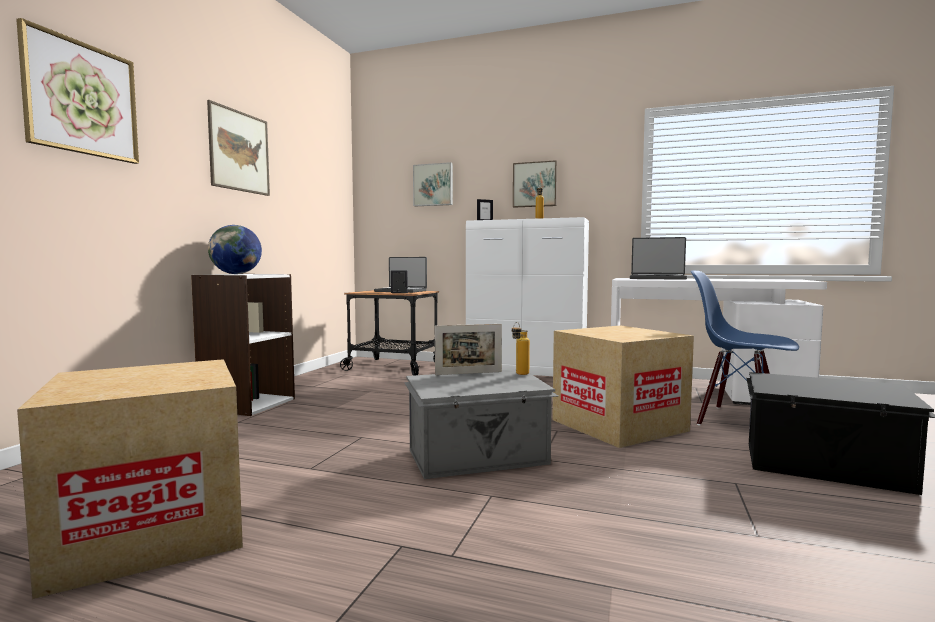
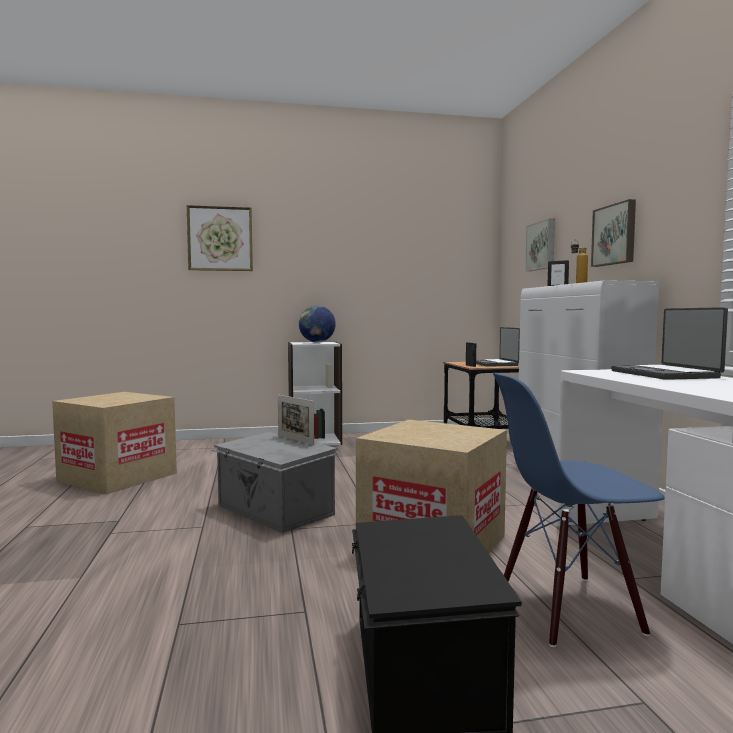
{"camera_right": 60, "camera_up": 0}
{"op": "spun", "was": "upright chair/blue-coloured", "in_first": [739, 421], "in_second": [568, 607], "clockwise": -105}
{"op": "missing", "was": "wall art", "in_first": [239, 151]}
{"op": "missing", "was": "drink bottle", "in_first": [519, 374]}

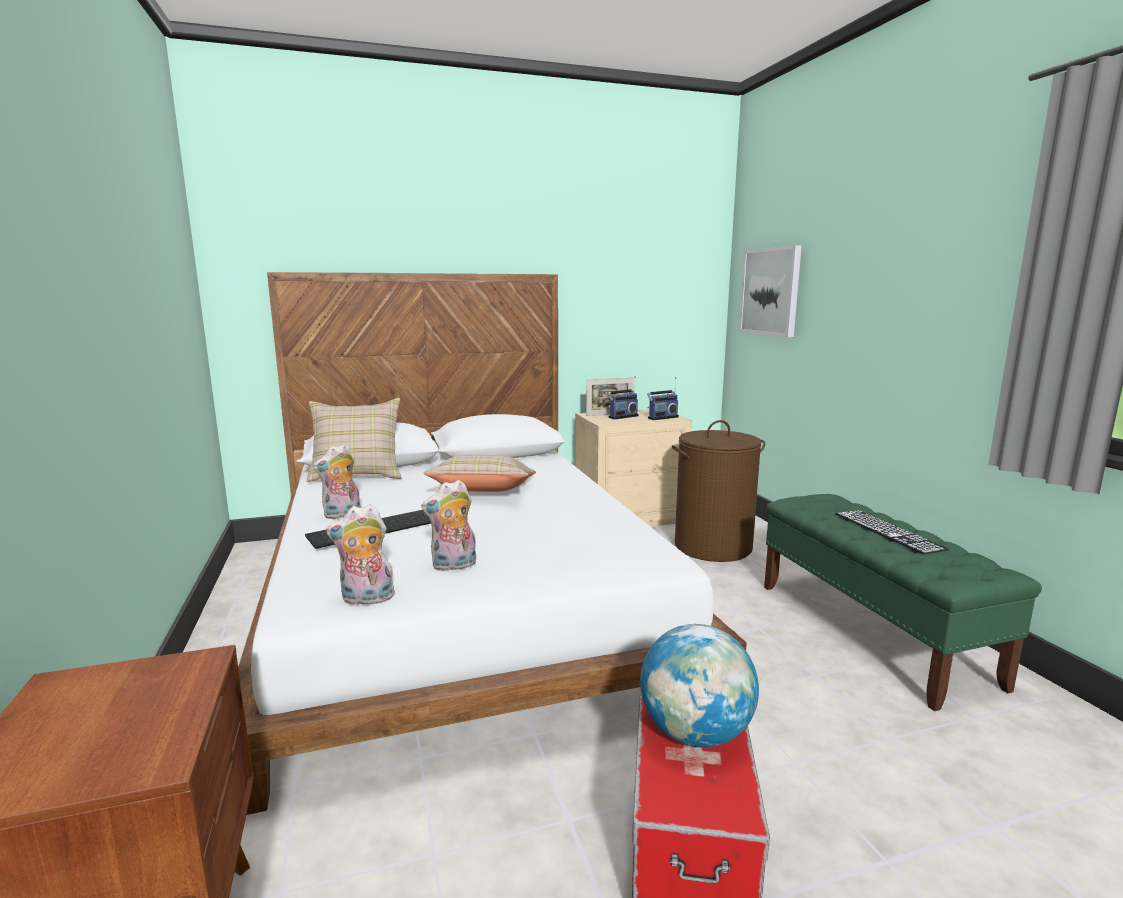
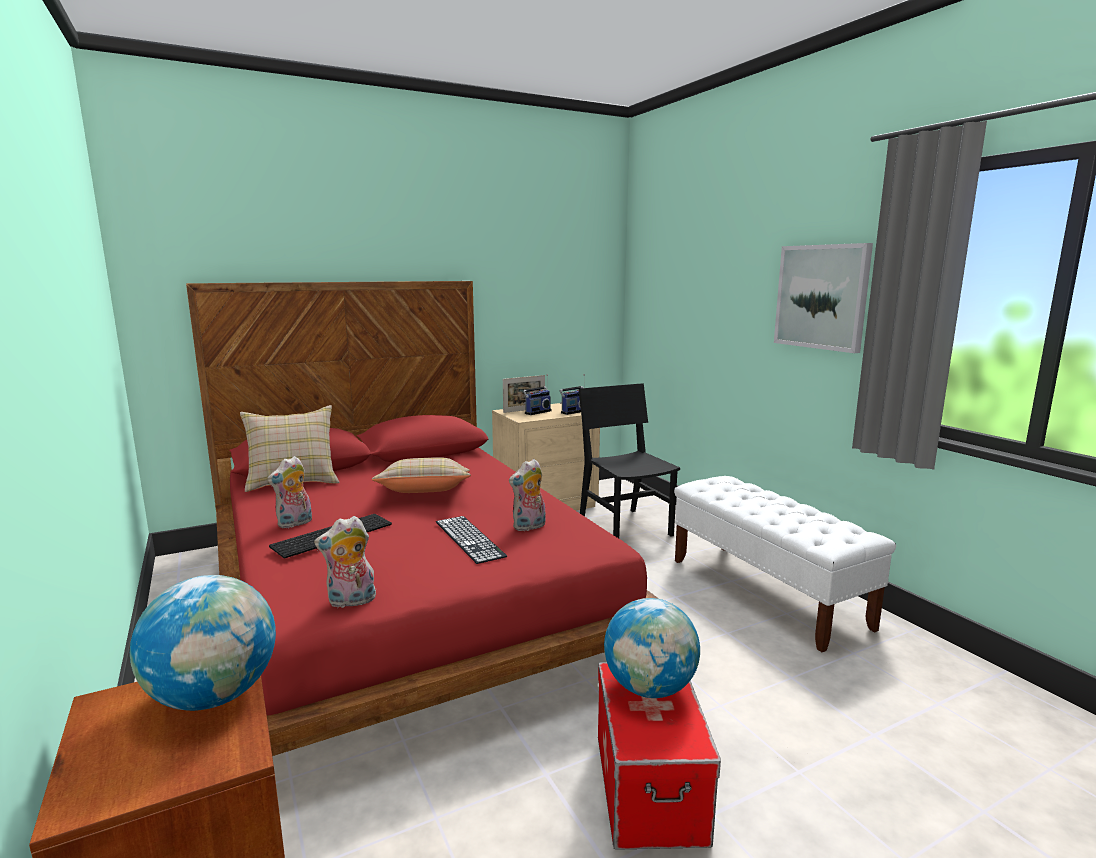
{"camera_right": -10, "camera_up": 0}
{"op": "appeared", "now": "desk globe", "in_second": [214, 696]}
{"op": "colour", "was": "bed/whitish", "now": "bed/red-coloured", "in_first": [462, 603], "in_second": [406, 597]}
{"op": "relocated", "was": "computer keyboard", "in_first": [888, 531], "in_second": [469, 538]}
{"op": "relocated", "was": "plush toy", "in_first": [453, 566], "in_second": [529, 527]}
{"op": "exchanged", "was": "hamper/brown", "now": "upright chair/blackish", "in_first": [713, 546], "in_second": [625, 527]}
{"op": "colour", "was": "indoor bench/green", "now": "indoor bench/whitish", "in_first": [871, 632], "in_second": [766, 592]}
{"op": "relocated", "was": "wall art", "in_first": [770, 291], "in_second": [821, 297]}

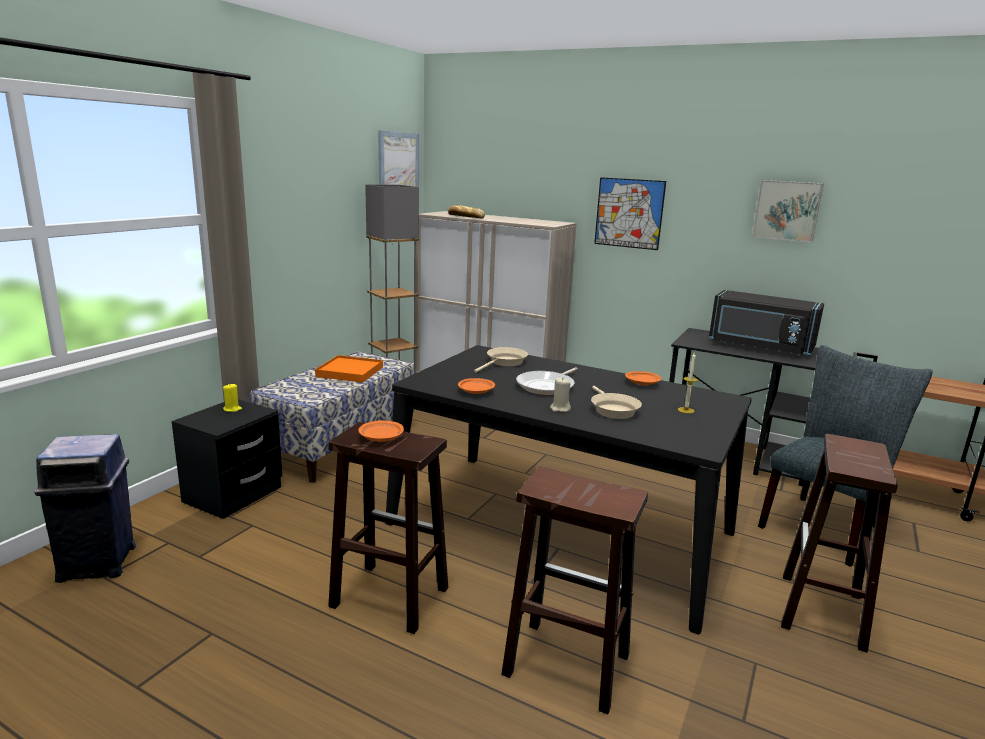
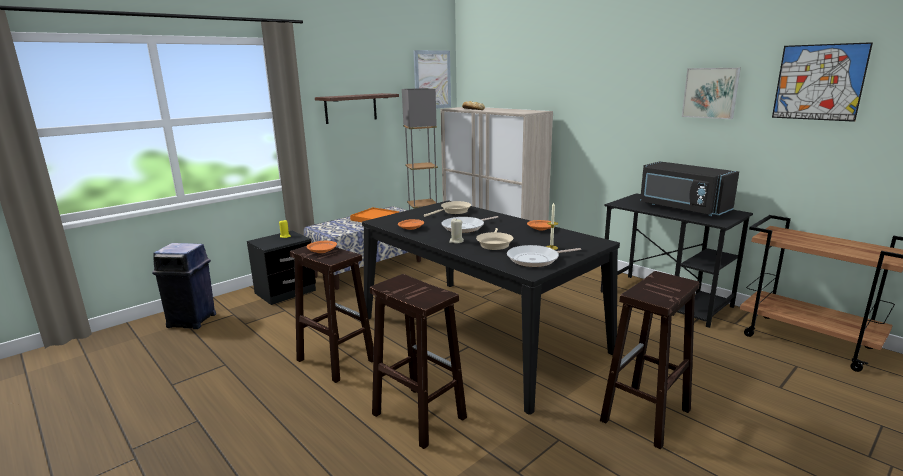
{"camera_right": 20, "camera_up": 0}
{"op": "appeared", "now": "bracket shelf", "in_second": [351, 108]}
{"op": "appeared", "now": "skillet", "in_second": [536, 259]}
{"op": "relocated", "was": "wall art", "in_first": [629, 213], "in_second": [819, 82]}
{"op": "missing", "was": "upright chair/greyish", "in_first": [824, 525]}

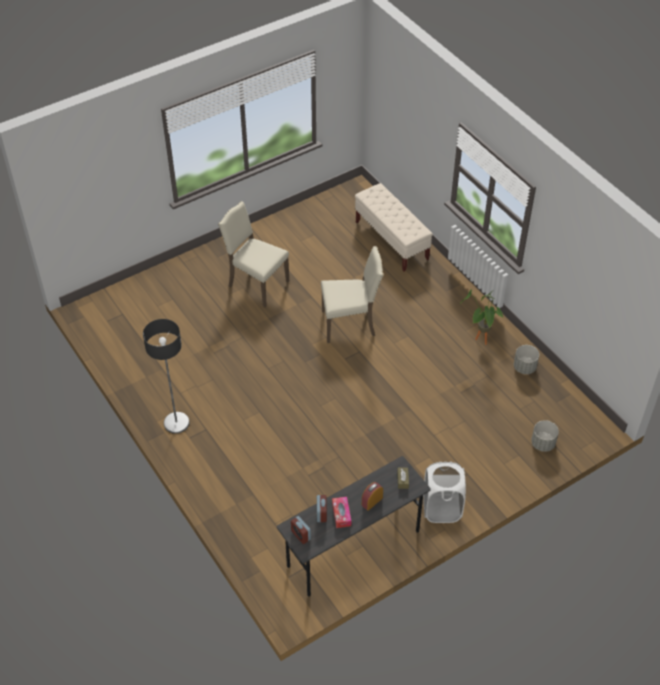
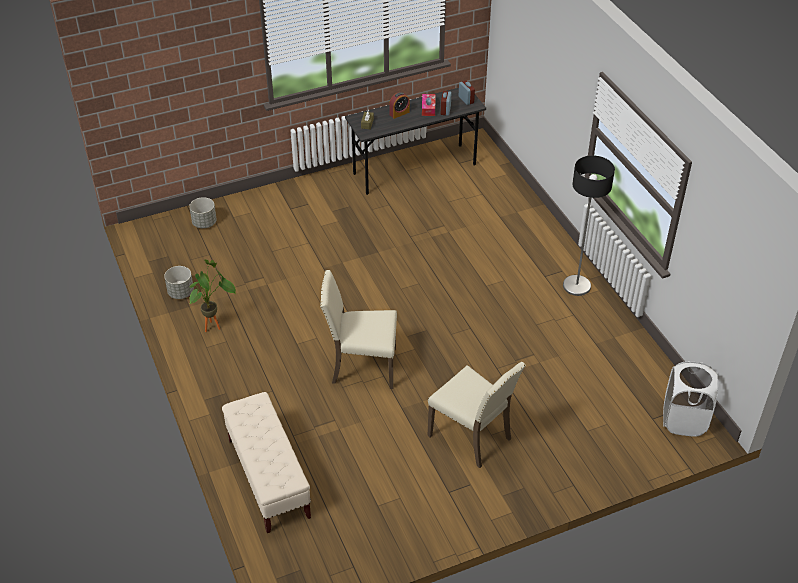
{"camera_right": -170, "camera_up": -5}
{"op": "relocated", "was": "hamper/whitish", "in_first": [441, 509], "in_second": [684, 420]}

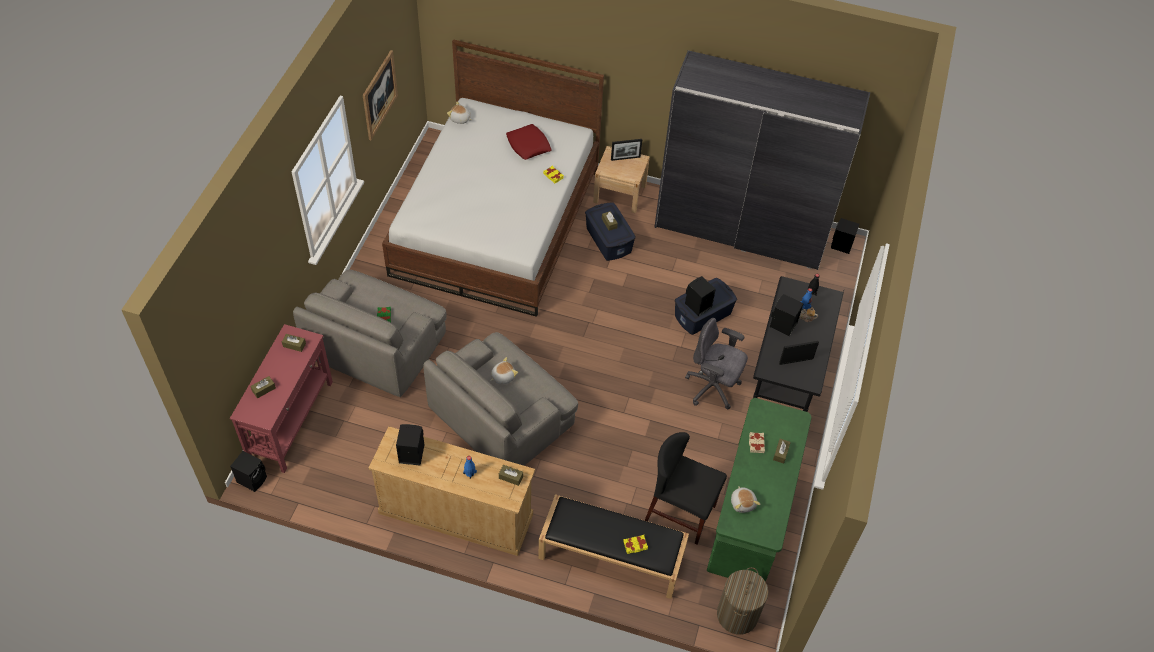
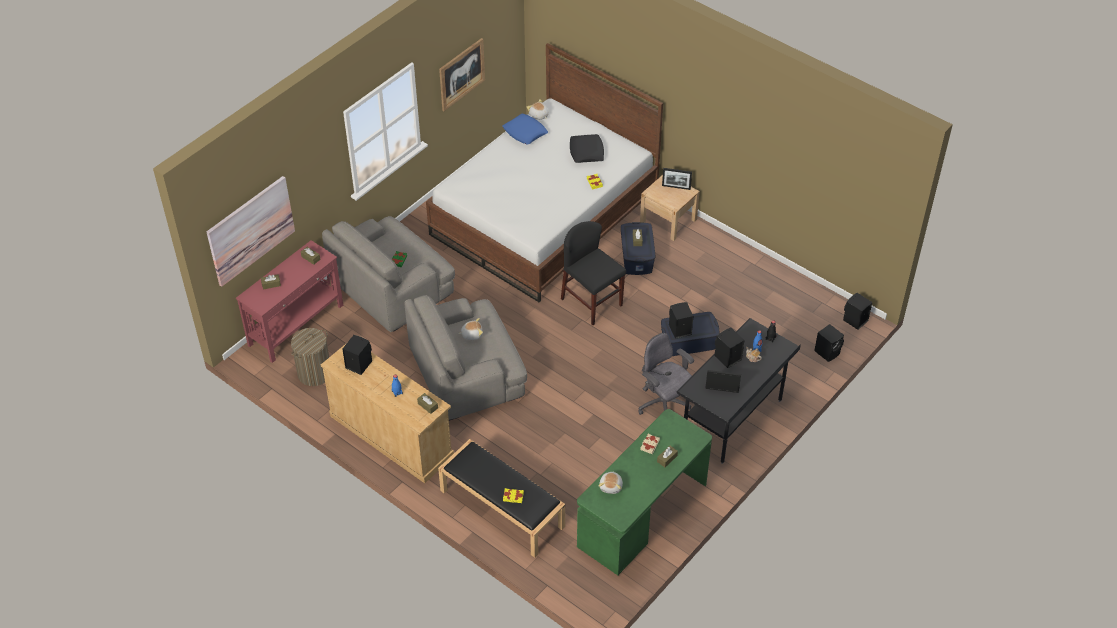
{"camera_right": 25, "camera_up": -5}
{"op": "appeared", "now": "wall art", "in_second": [250, 230]}
{"op": "relocated", "was": "hamper", "in_first": [737, 615], "in_second": [314, 373]}
{"op": "appeared", "now": "cushion/blue-coloured", "in_second": [525, 132]}
{"op": "relocated", "was": "upright chair/blackish", "in_first": [680, 513], "in_second": [591, 302]}
{"op": "colour", "was": "cushion/red-coloured", "now": "cushion/blackish", "in_first": [528, 145], "in_second": [586, 152]}
{"op": "relocated", "was": "loudspeaker/blackish", "in_first": [253, 479], "in_second": [828, 352]}
{"op": "missing", "was": "clothes cupboard/greyish", "in_first": [741, 229]}

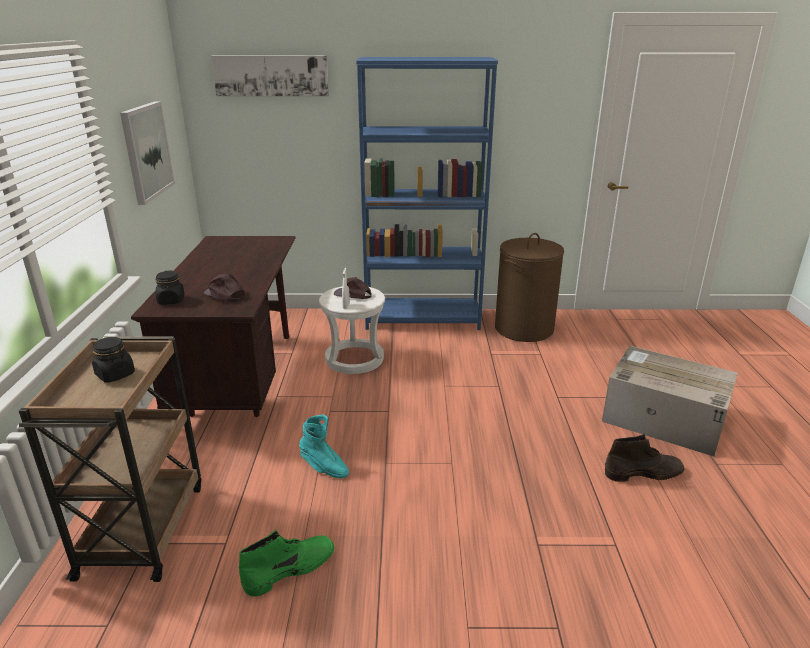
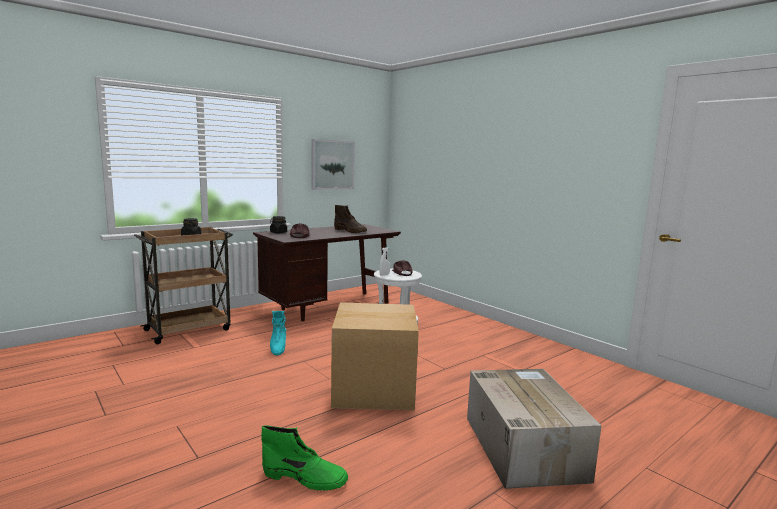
{"camera_right": 50, "camera_up": -15}
{"op": "relocated", "was": "tall boot/green", "in_first": [290, 569], "in_second": [305, 478]}
{"op": "appeared", "now": "cardboard box", "in_second": [373, 389]}
{"op": "relocated", "was": "tall boot/brown", "in_first": [643, 473], "in_second": [350, 231]}
{"op": "missing", "was": "wall art", "in_first": [271, 75]}
{"op": "missing", "was": "bookcase/blue-coloured", "in_first": [423, 319]}
{"op": "missing", "was": "hamper/brown", "in_first": [524, 329]}

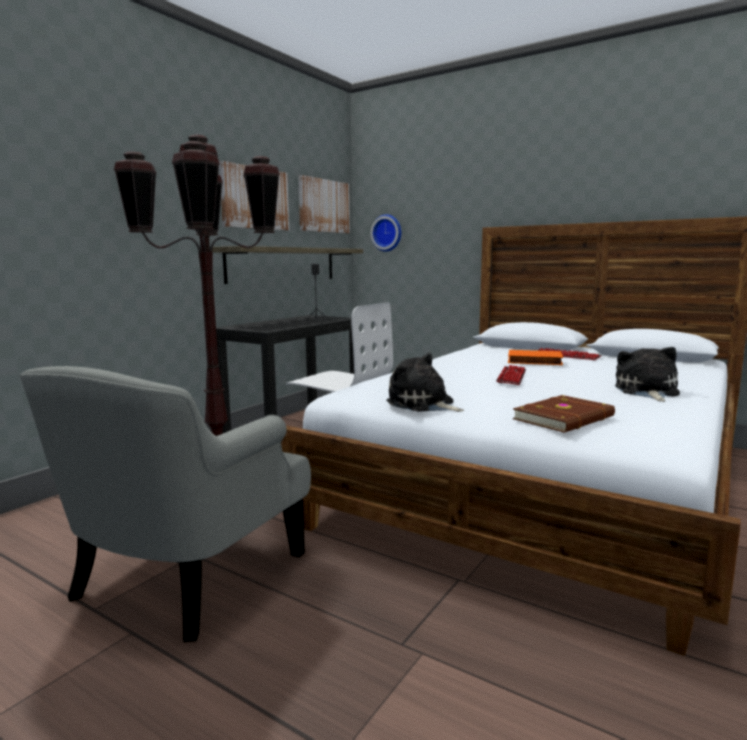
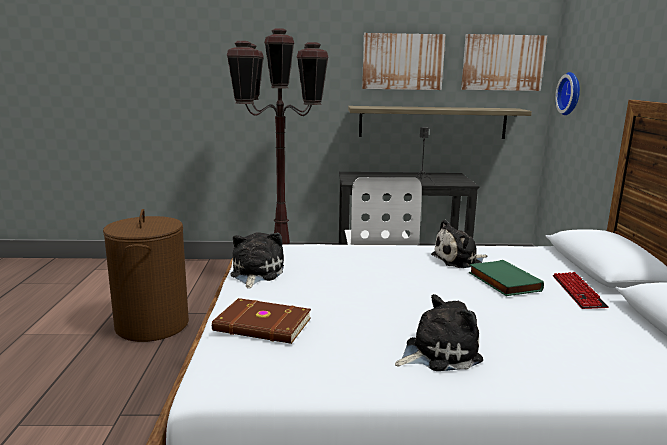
{"camera_right": 55, "camera_up": 5}
{"op": "exchanged", "was": "easy chair/greyish", "now": "hamper/brown", "in_first": [185, 576], "in_second": [152, 325]}
{"op": "appeared", "now": "plush toy", "in_second": [459, 260]}
{"op": "colour", "was": "volume/orange-coloured", "now": "volume/green", "in_first": [534, 361], "in_second": [502, 281]}
{"op": "missing", "was": "computer keyboard", "in_first": [511, 376]}

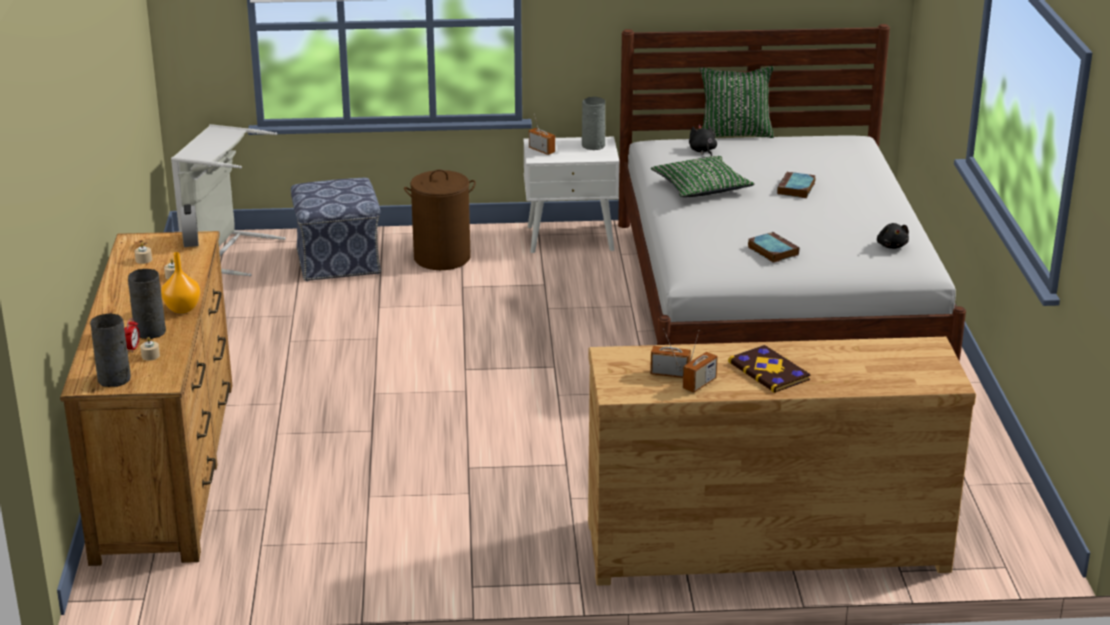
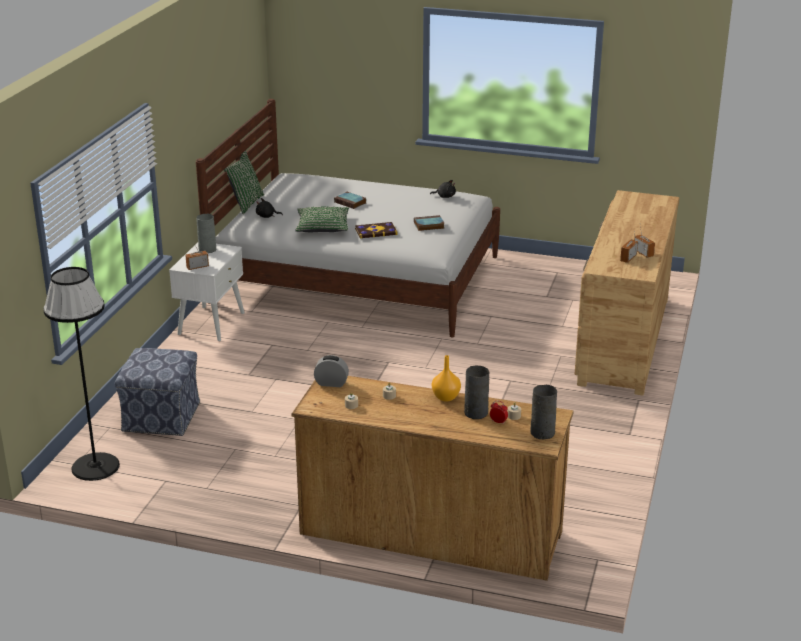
{"camera_right": -70, "camera_up": 0}
{"op": "exchanged", "was": "hamper/greyish", "now": "floor lamp/blackish", "in_first": [224, 253], "in_second": [95, 467]}
{"op": "relocated", "was": "volume", "in_first": [770, 371], "in_second": [376, 231]}
{"op": "missing", "was": "hamper/brown", "in_first": [442, 258]}

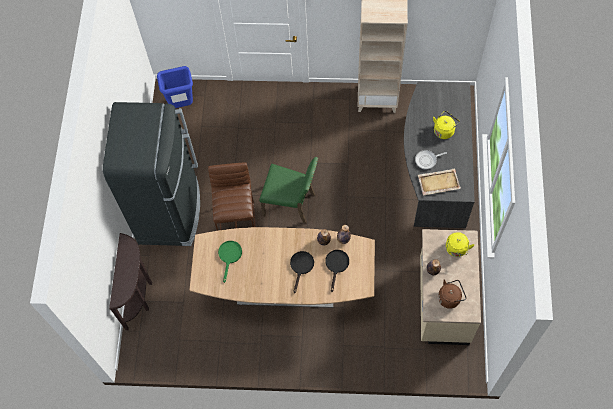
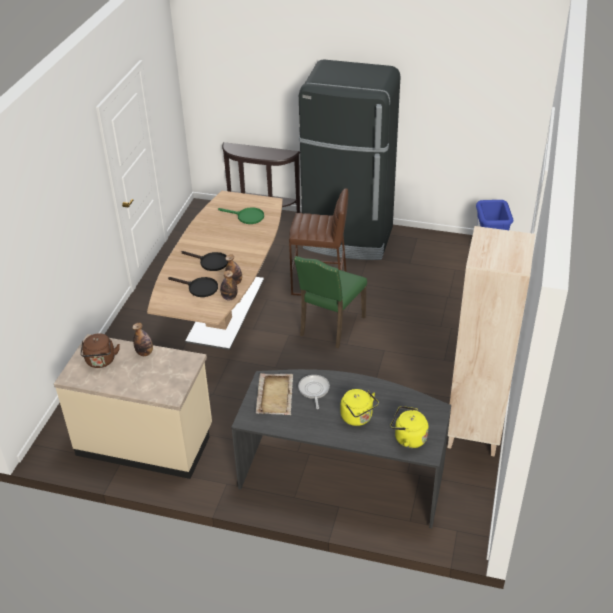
{"camera_right": 100, "camera_up": -25}
{"op": "relocated", "was": "water kettle/yellow", "in_first": [456, 249], "in_second": [408, 438]}

